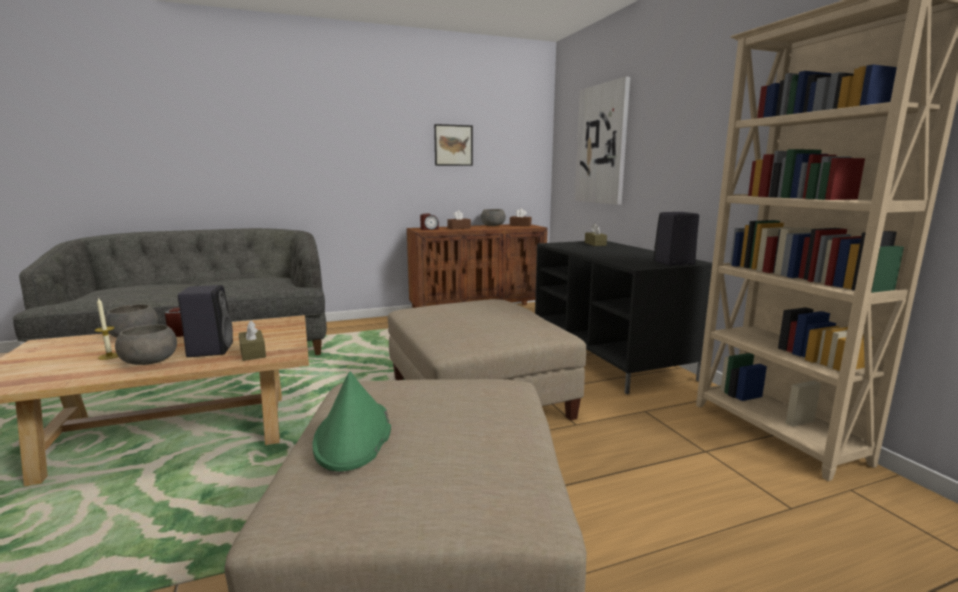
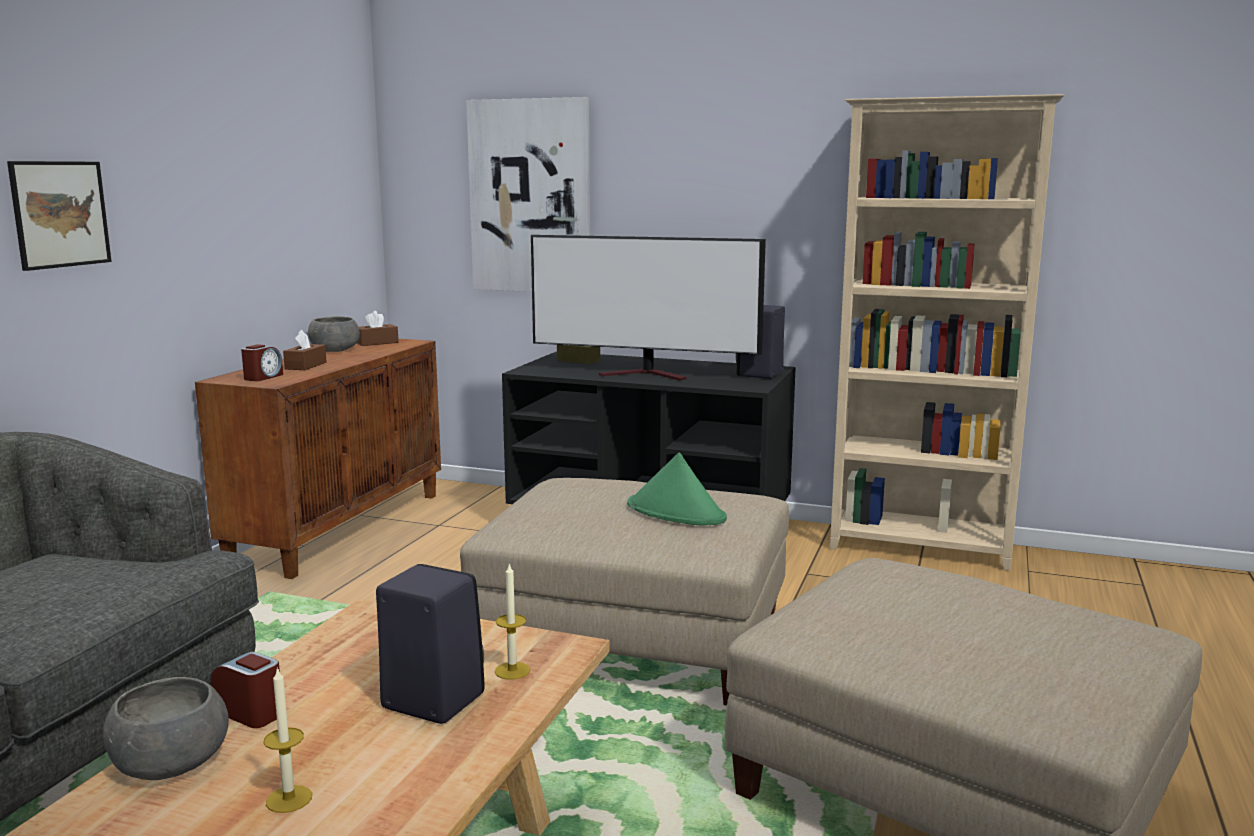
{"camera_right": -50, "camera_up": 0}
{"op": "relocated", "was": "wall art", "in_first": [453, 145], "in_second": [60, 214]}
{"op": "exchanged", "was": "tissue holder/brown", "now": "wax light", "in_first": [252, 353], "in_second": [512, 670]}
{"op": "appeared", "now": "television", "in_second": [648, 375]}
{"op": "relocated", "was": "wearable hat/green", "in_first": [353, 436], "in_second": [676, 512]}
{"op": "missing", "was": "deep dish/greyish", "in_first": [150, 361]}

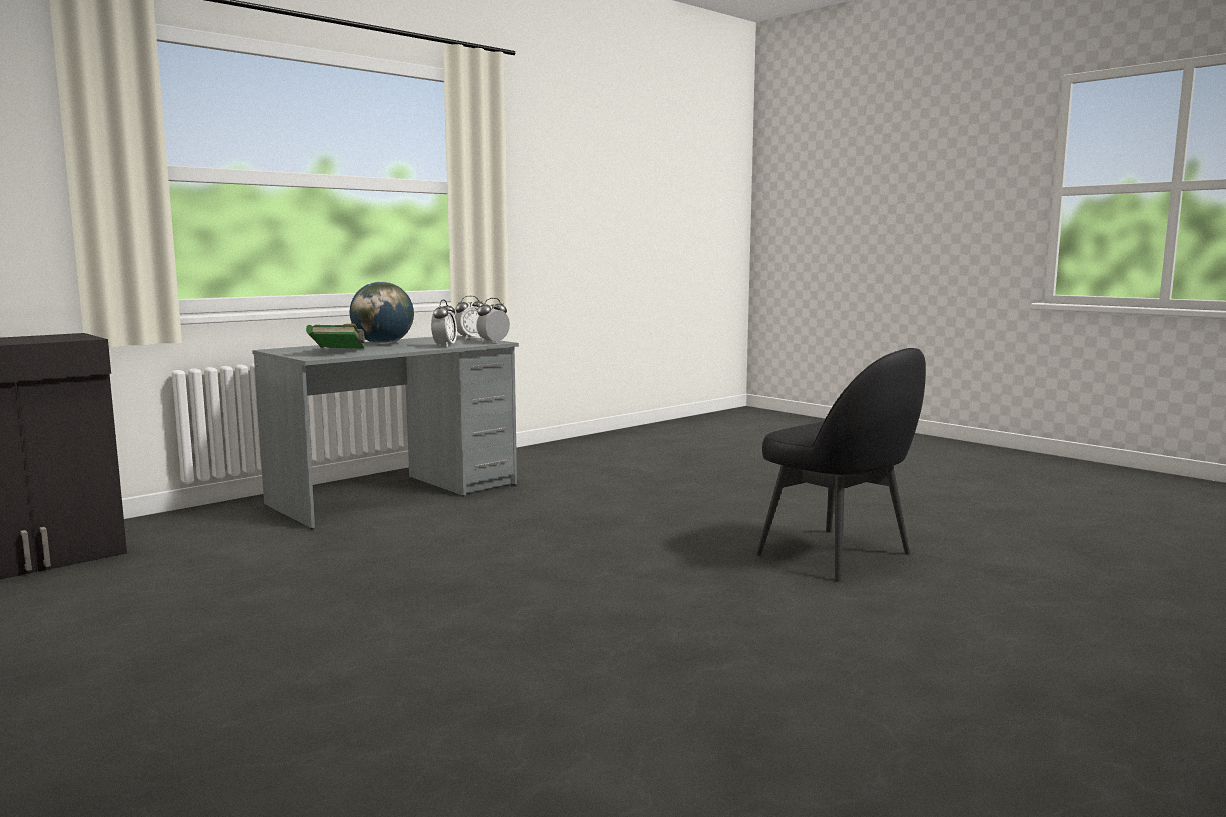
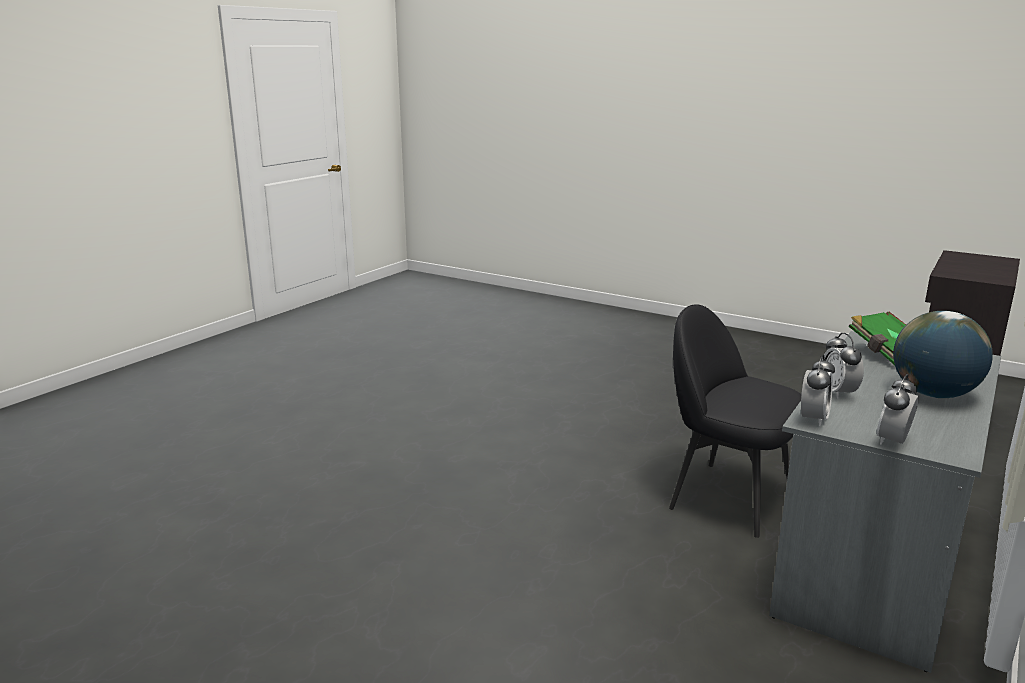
{"camera_right": 165, "camera_up": 10}
{"op": "relocated", "was": "upright chair/blackish", "in_first": [837, 555], "in_second": [727, 496]}

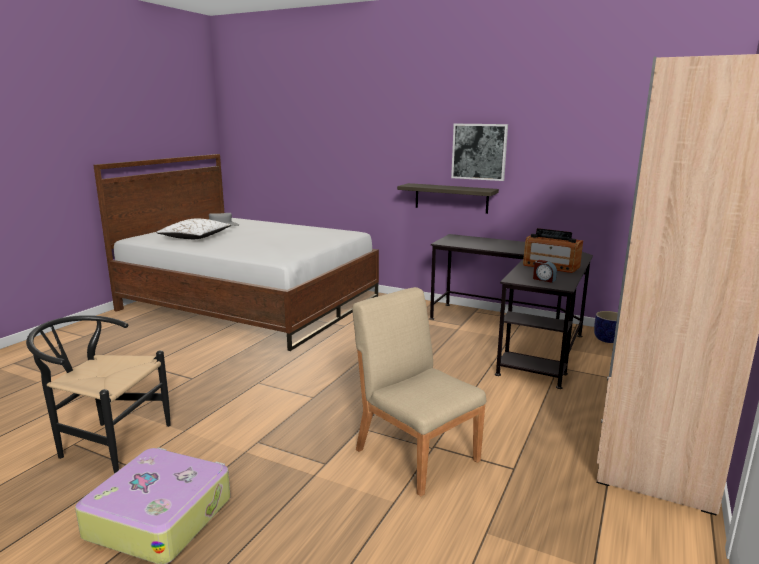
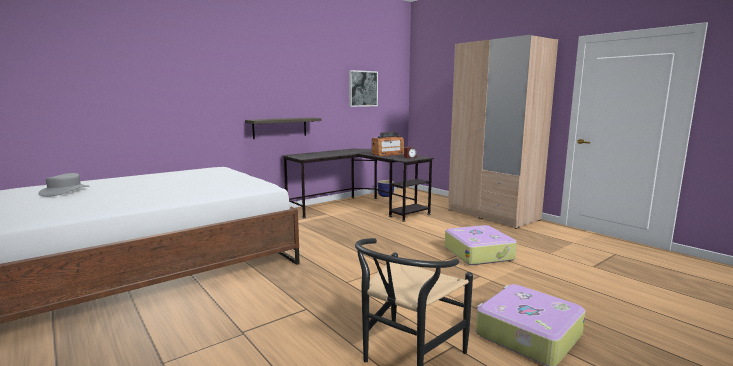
{"camera_right": -65, "camera_up": -5}
{"op": "relocated", "was": "wall art", "in_first": [479, 151], "in_second": [363, 88]}
{"op": "exchanged", "was": "upright chair/beige-coloured", "now": "travel case", "in_first": [416, 454], "in_second": [479, 253]}
{"op": "missing", "was": "cushion/whitish", "in_first": [195, 237]}

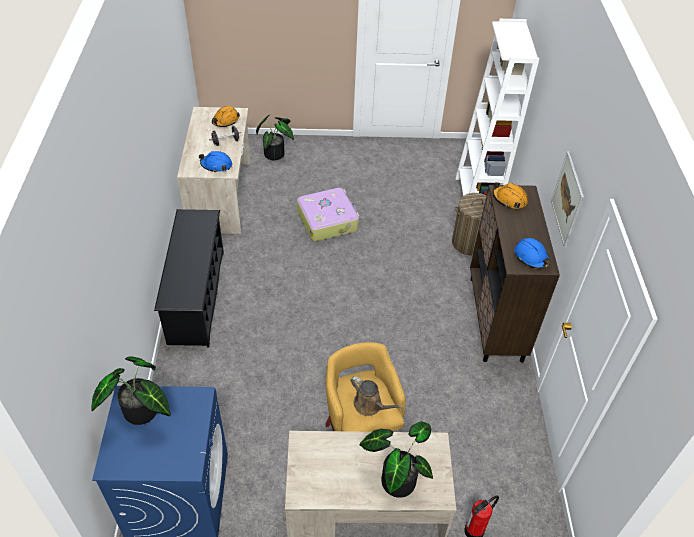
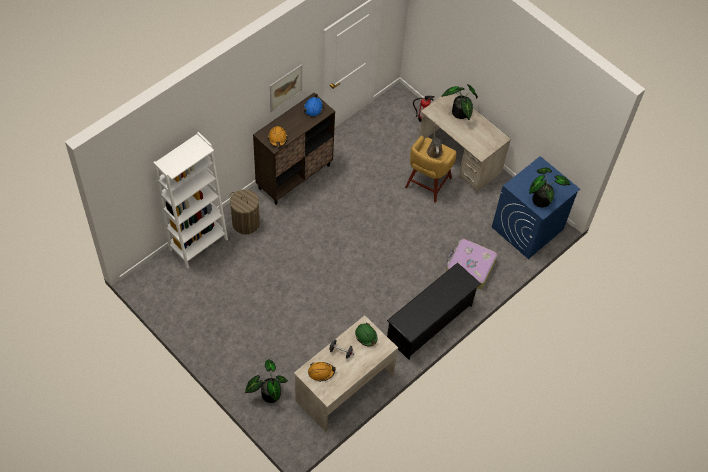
{"camera_right": -135, "camera_up": 10}
{"op": "colour", "was": "hard hat/blue-coloured", "now": "hard hat/green", "in_first": [216, 165], "in_second": [366, 336]}
{"op": "relocated", "was": "travel case", "in_first": [328, 220], "in_second": [469, 267]}

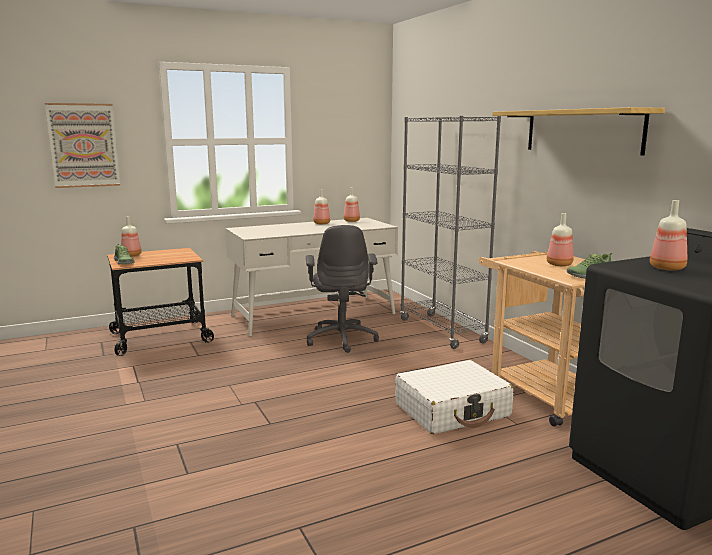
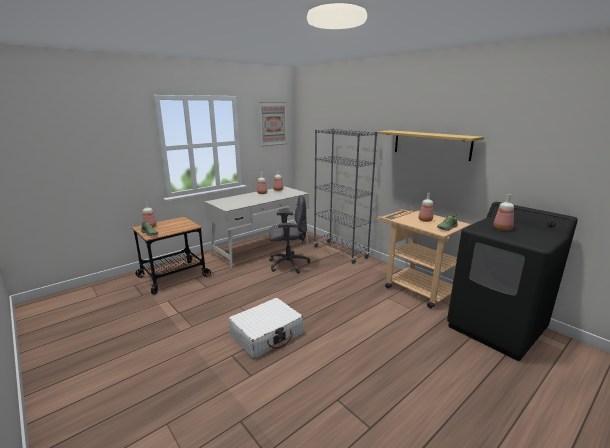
{"camera_right": -15, "camera_up": 5}
{"op": "relocated", "was": "travel case/whitish", "in_first": [452, 410], "in_second": [267, 334]}
{"op": "relocated", "was": "wall art", "in_first": [83, 145], "in_second": [273, 124]}
{"op": "spun", "was": "office chair/greyish", "in_first": [342, 339], "in_second": [288, 264], "clockwise": -75}

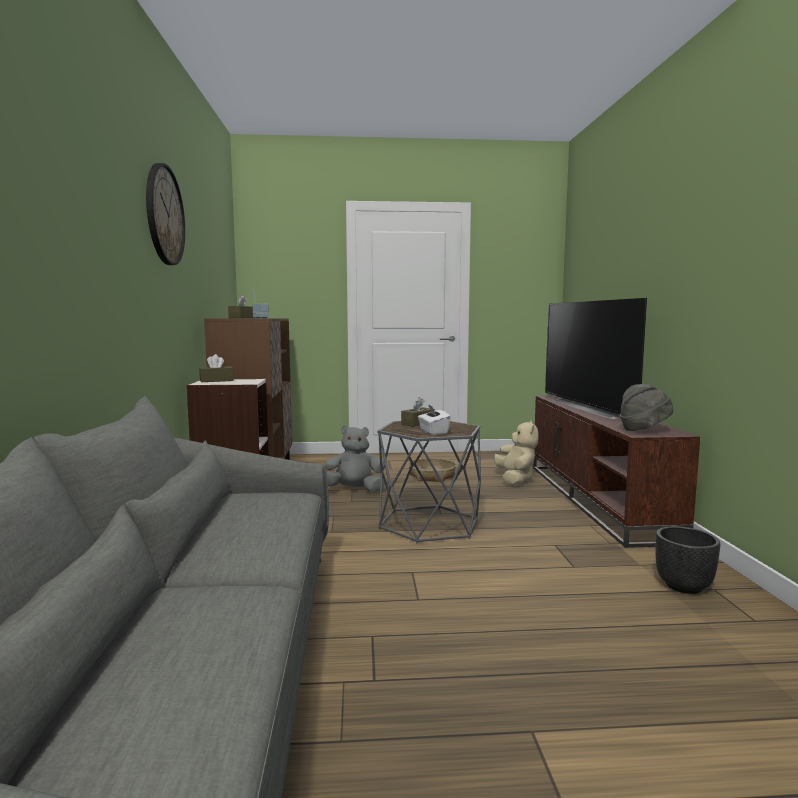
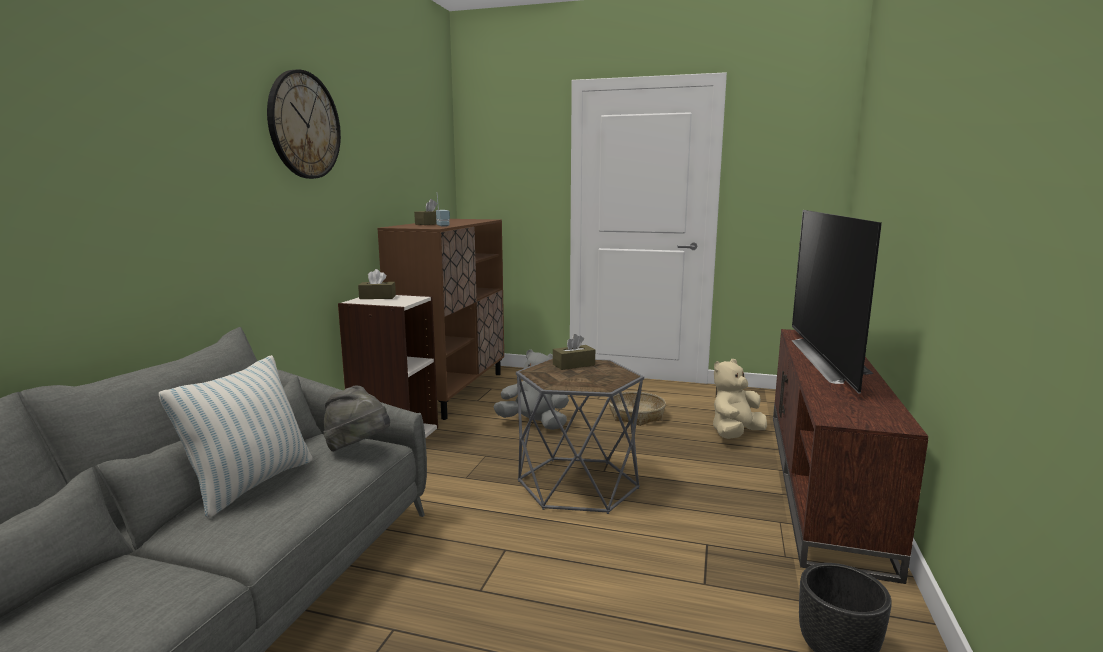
{"camera_right": 20, "camera_up": 5}
{"op": "appeared", "now": "cushion", "in_second": [251, 484]}
{"op": "relocated", "was": "wearable hat/greyish", "in_first": [644, 430], "in_second": [358, 449]}
{"op": "spun", "was": "plush toy/beige-coloured", "in_first": [515, 480], "in_second": [735, 434], "clockwise": -150}
{"op": "missing", "was": "tissue holder/whitish", "in_first": [433, 432]}

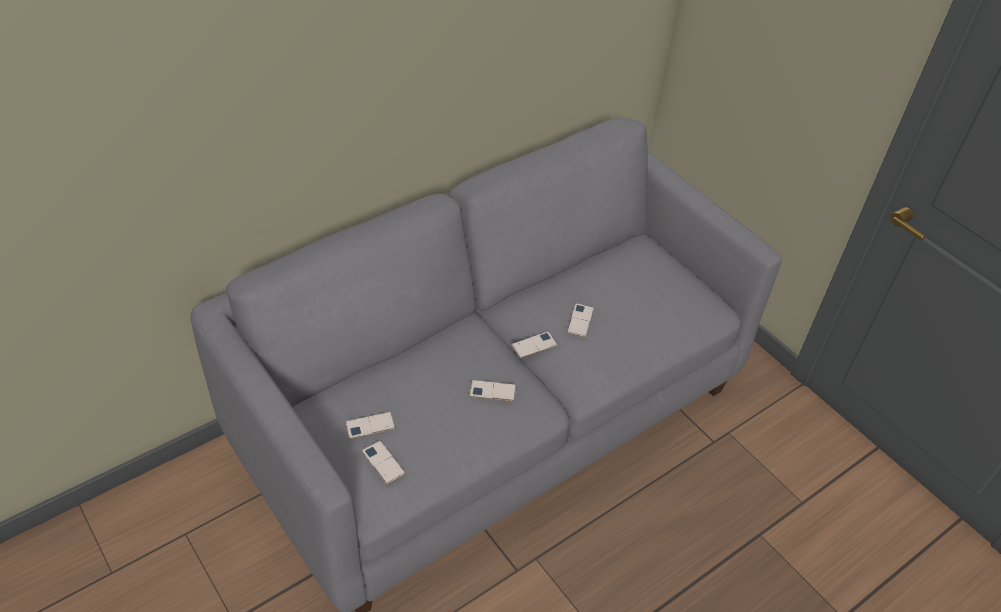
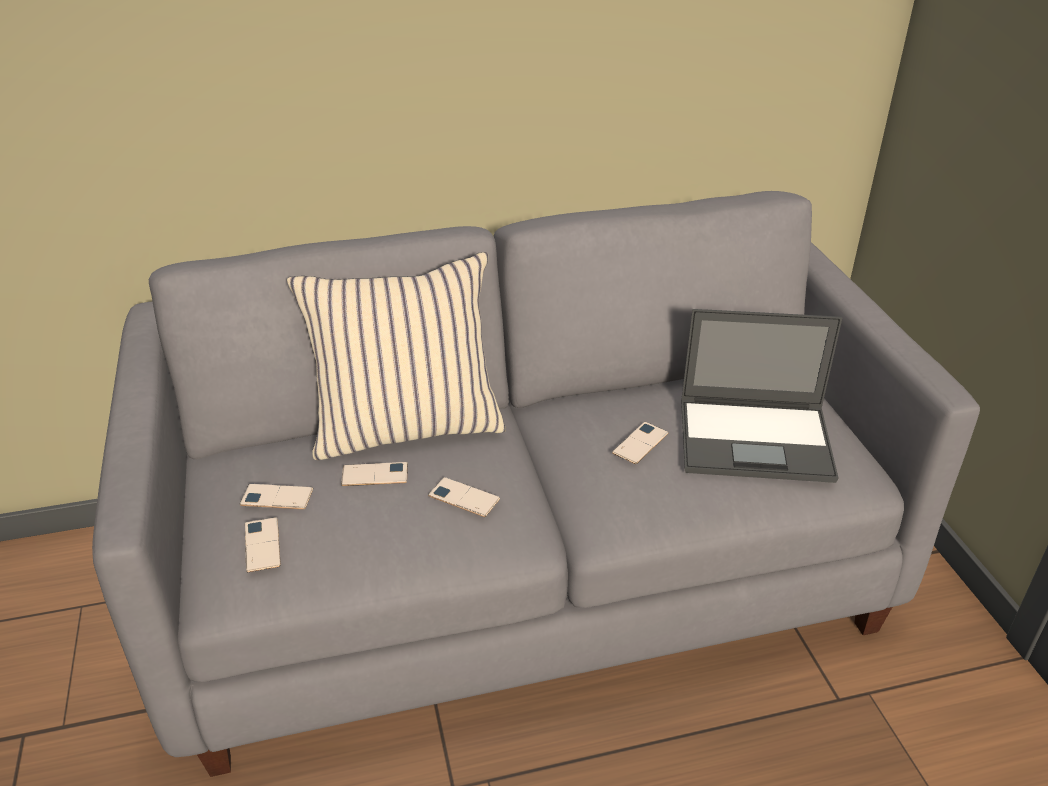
{"camera_right": 25, "camera_up": -10}
{"op": "appeared", "now": "cushion/beige-coloured", "in_second": [407, 427]}
{"op": "relocated", "was": "handset", "in_first": [534, 345], "in_second": [374, 475]}
{"op": "appeared", "now": "laptop", "in_second": [757, 439]}

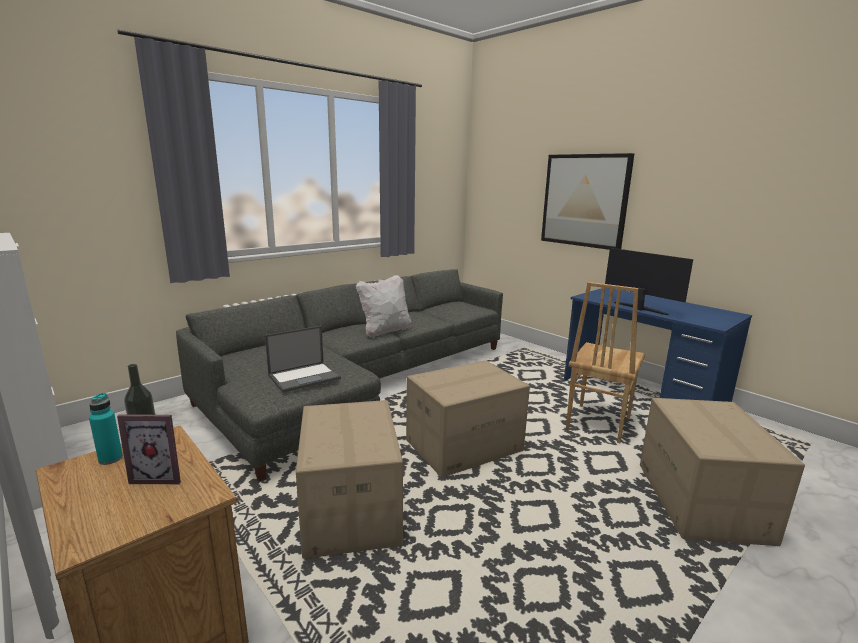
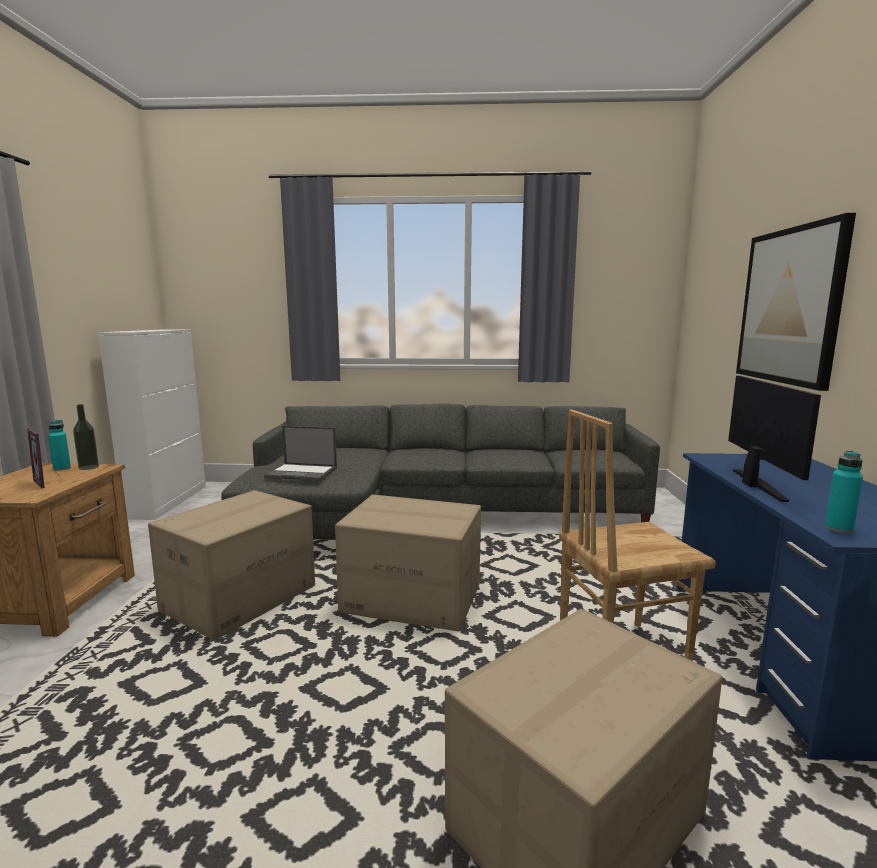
{"camera_right": 45, "camera_up": -5}
{"op": "appeared", "now": "drink bottle/blue-green", "in_second": [838, 529]}
{"op": "missing", "was": "cushion/whitish", "in_first": [385, 331]}

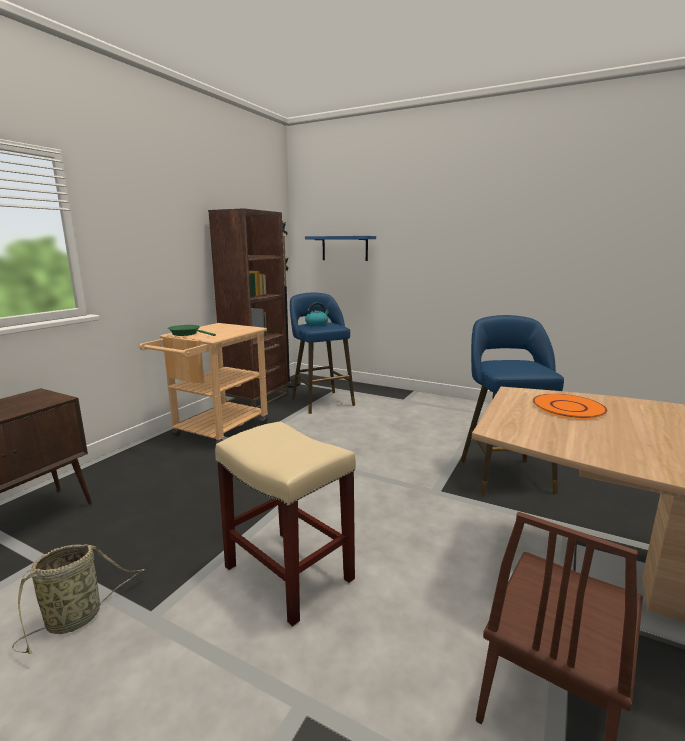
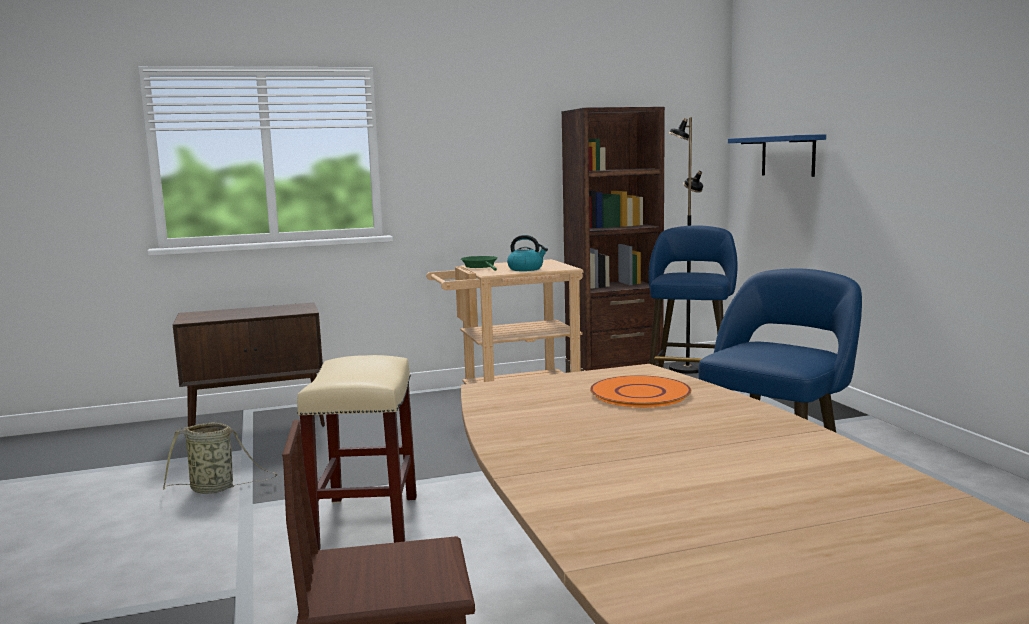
{"camera_right": 45, "camera_up": -5}
{"op": "relocated", "was": "water kettle", "in_first": [317, 324], "in_second": [526, 269]}

